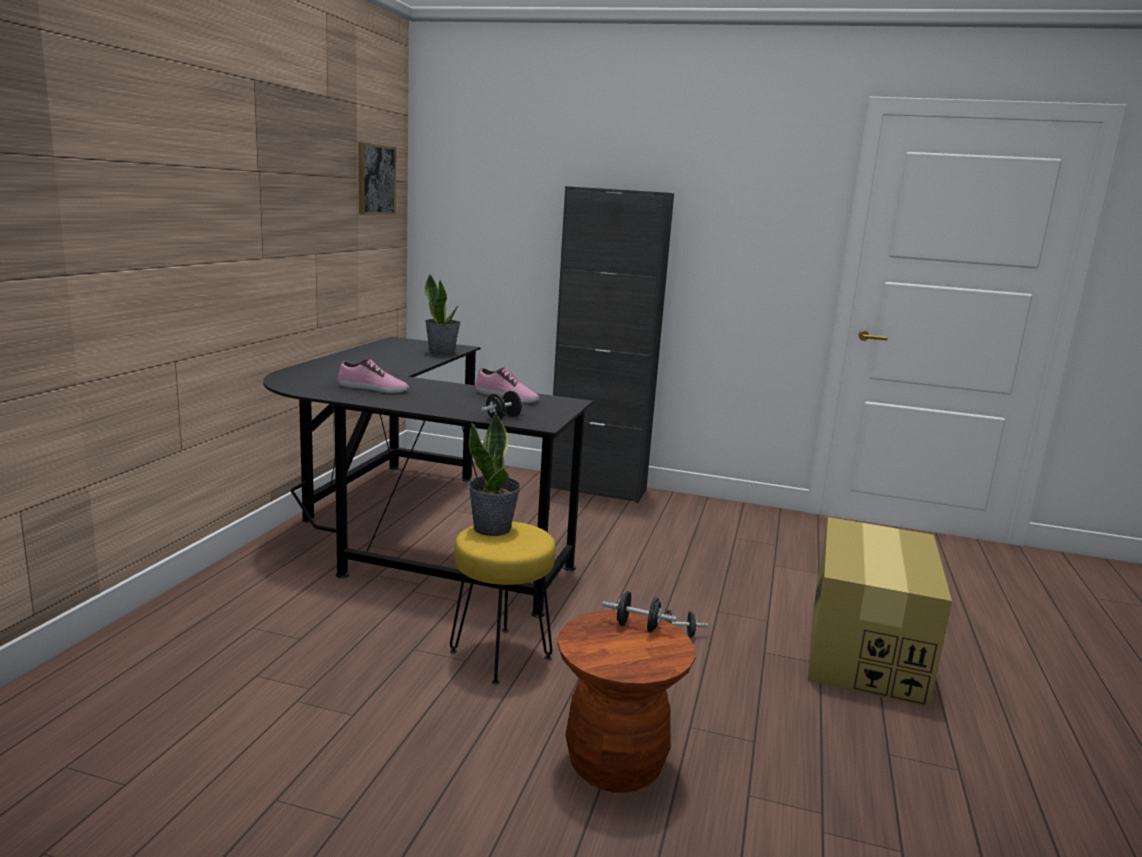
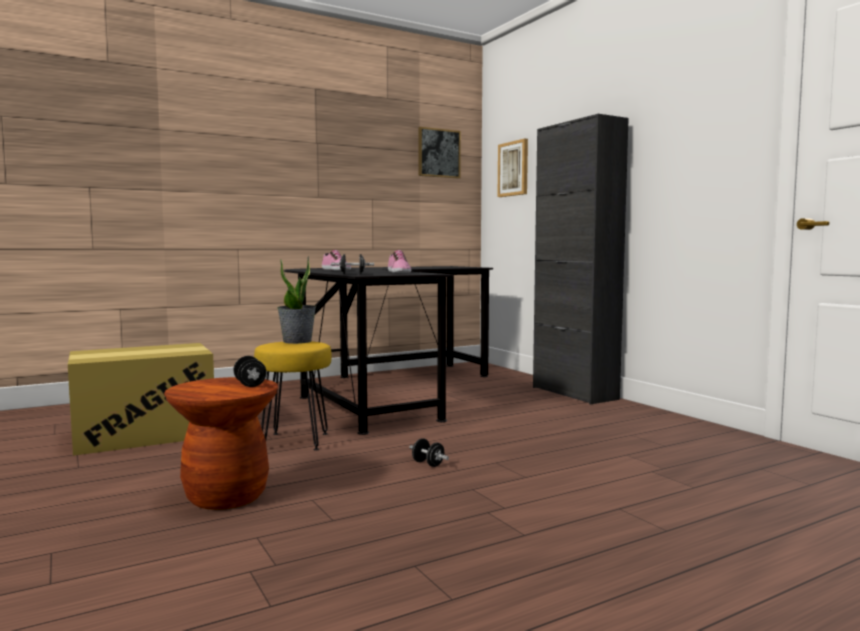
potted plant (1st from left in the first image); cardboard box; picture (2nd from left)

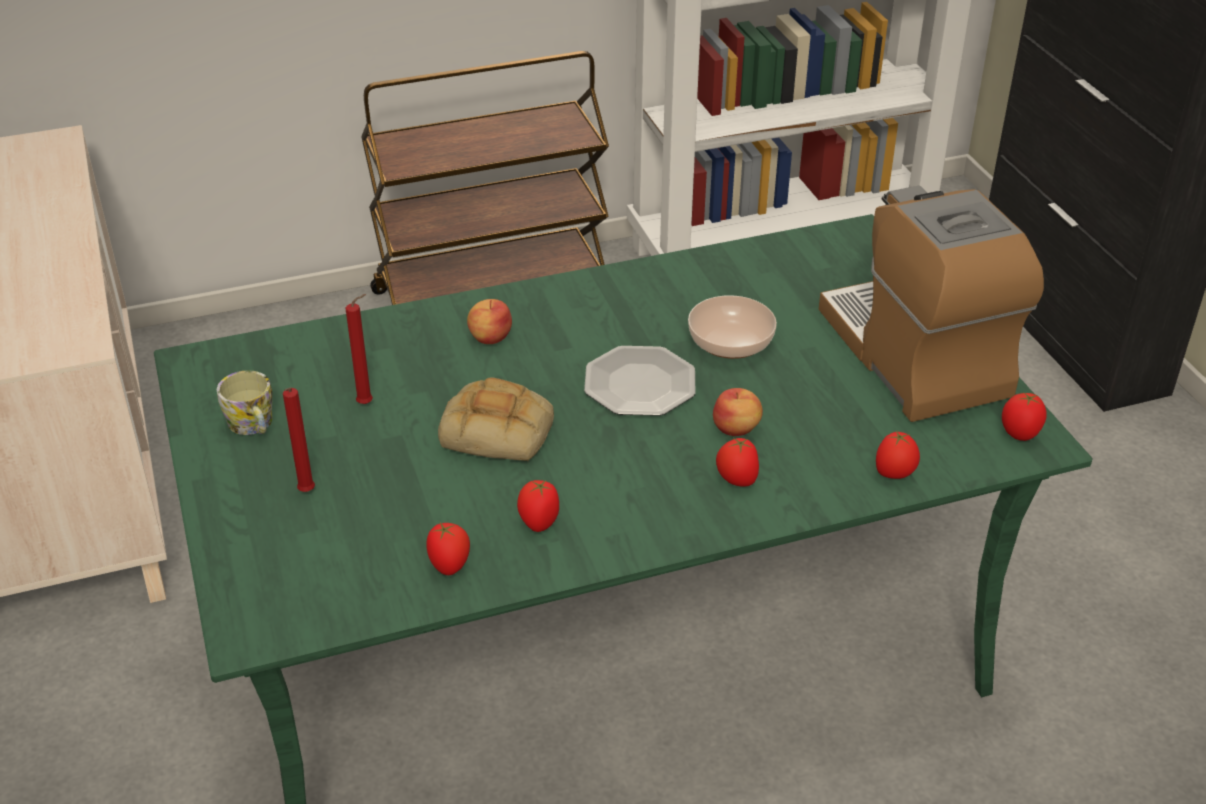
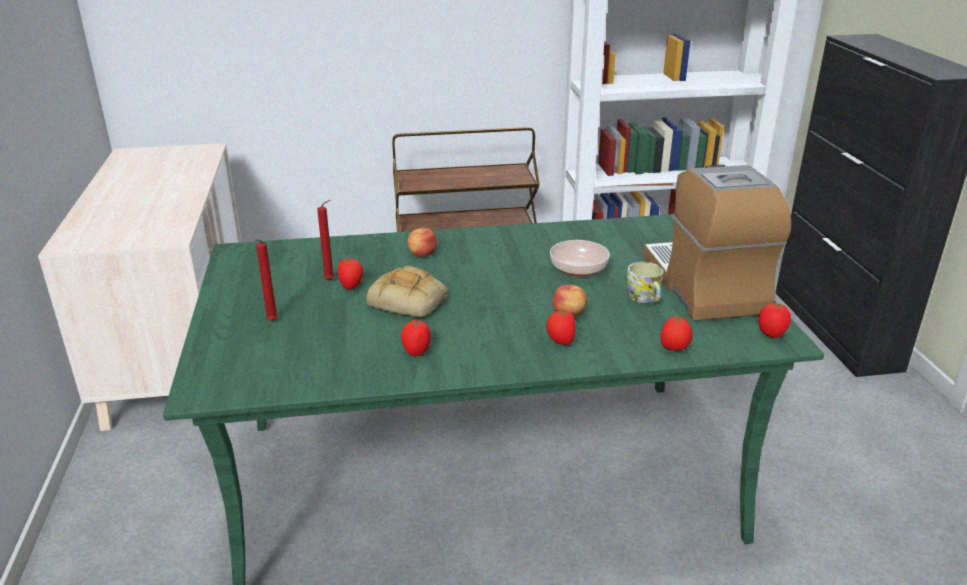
plate; mug; tomato (1st from left)

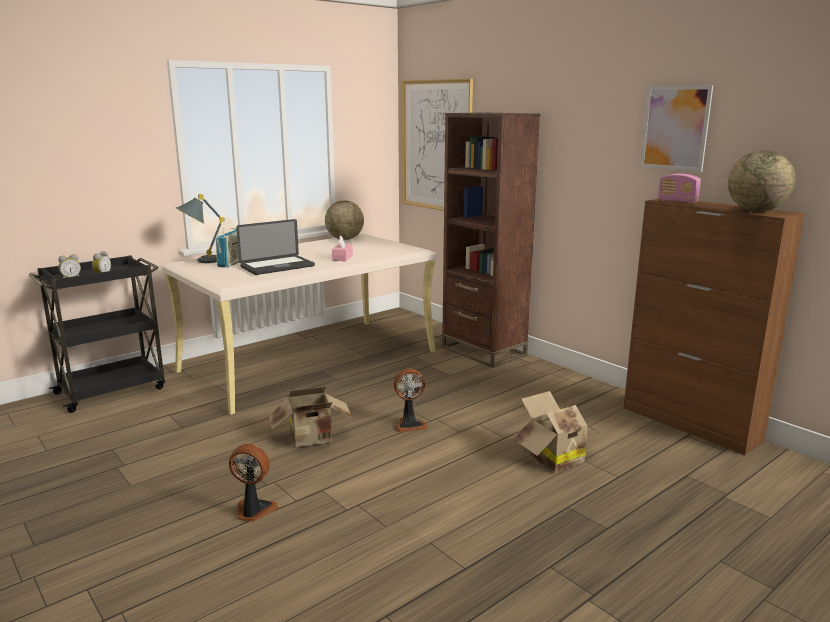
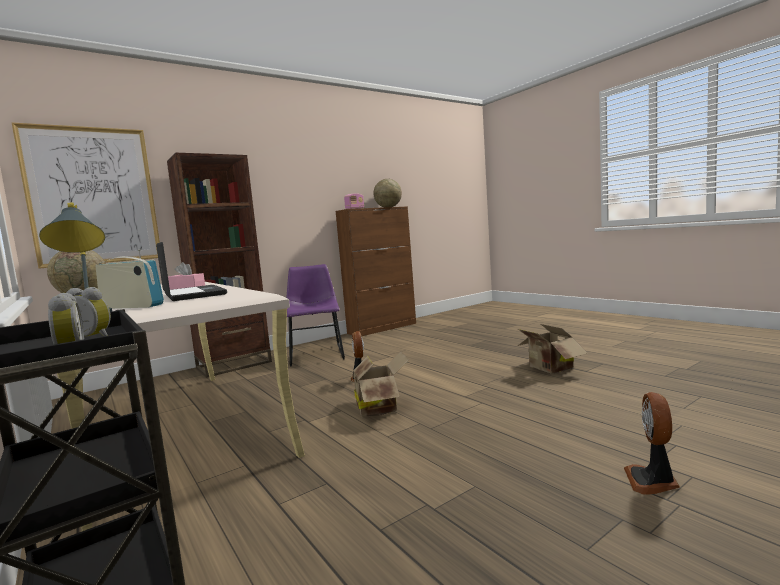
picture (2nd from left in the first image); cardboard box (2nd from left); fan (2nd from left); chair (purple)

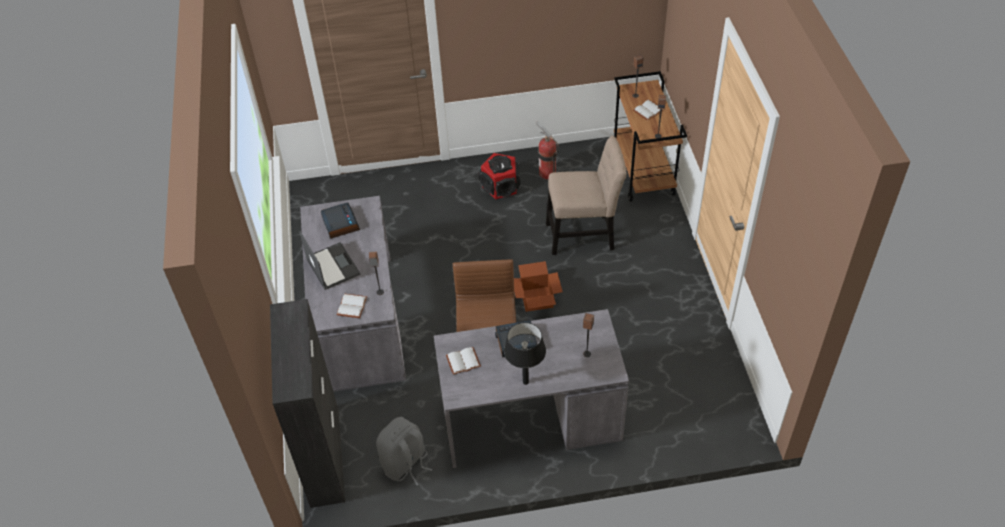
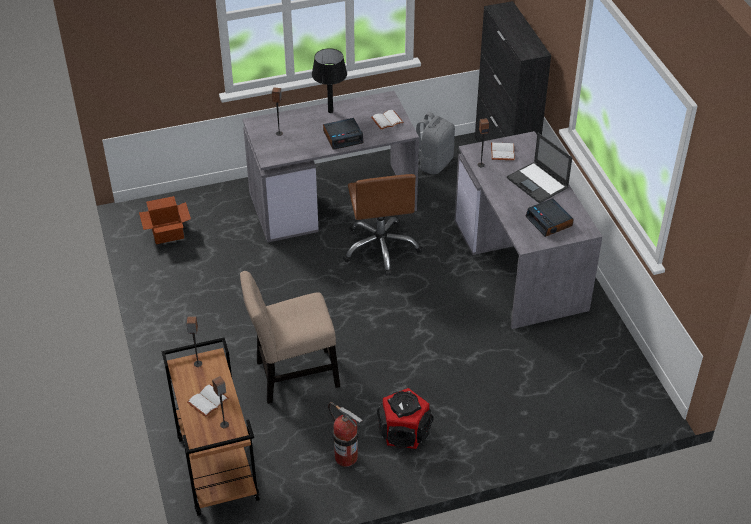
cardboard box

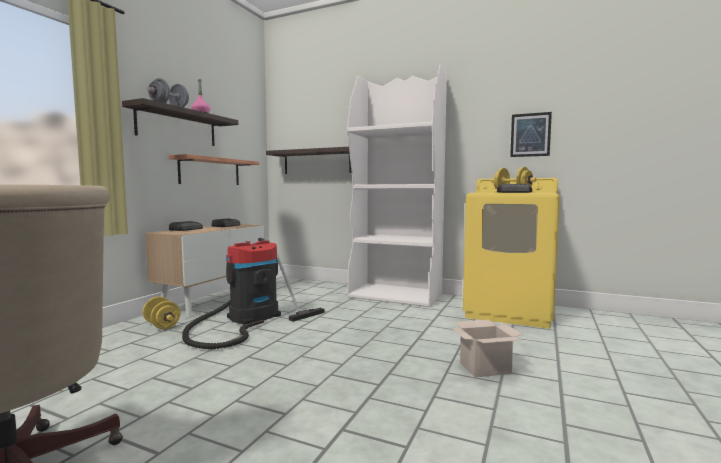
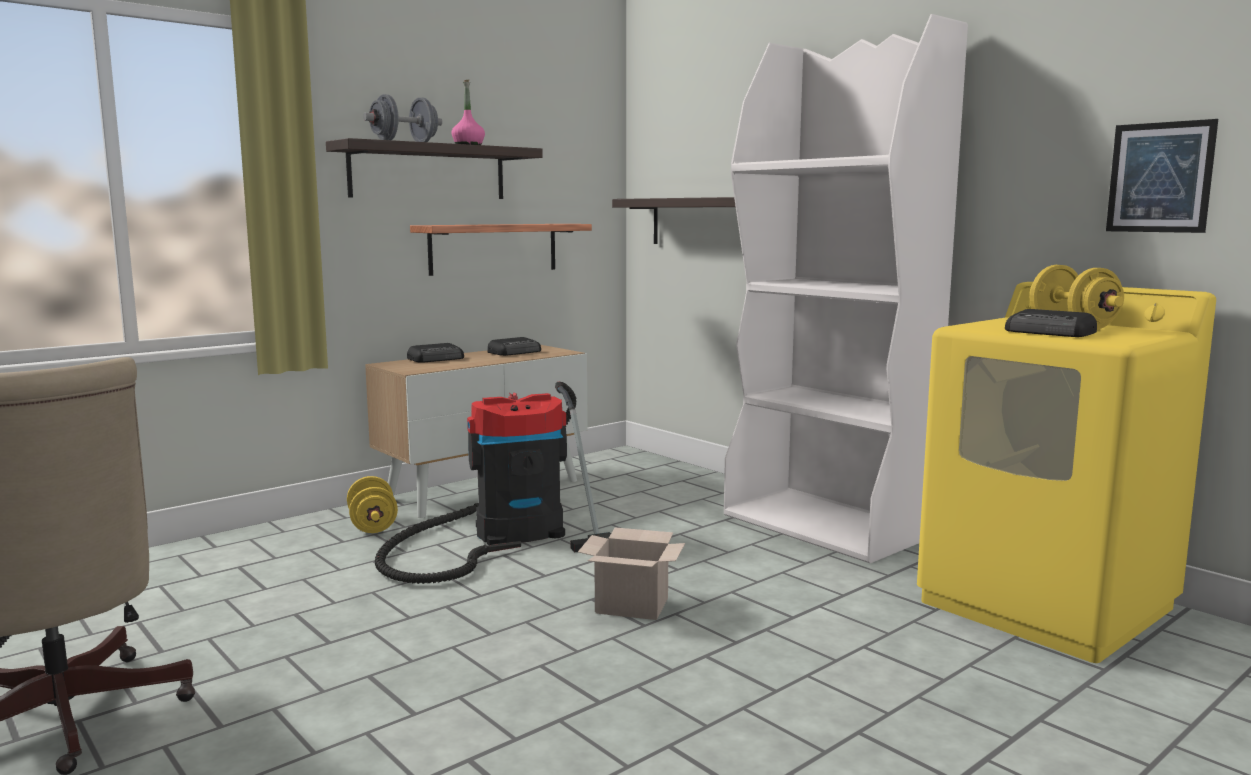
cardboard box

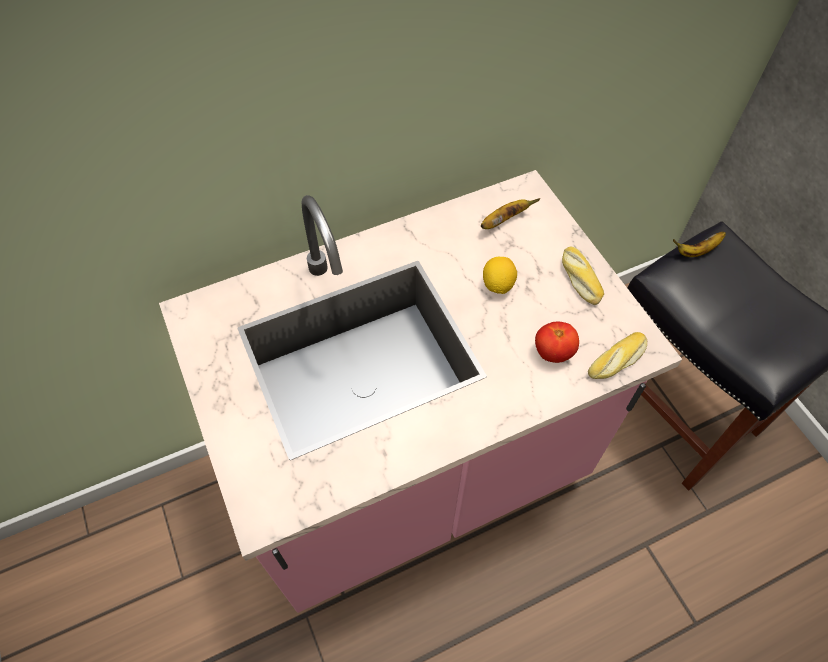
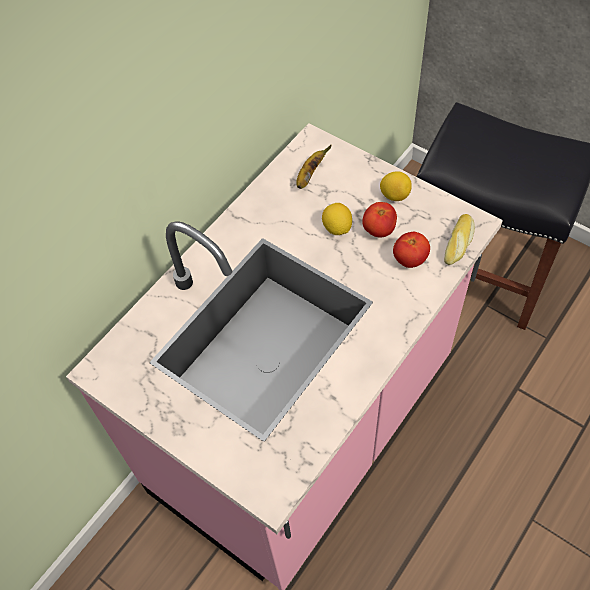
banana (2nd from left in the first image); lemon (2nd from left); tomato (1st from left)

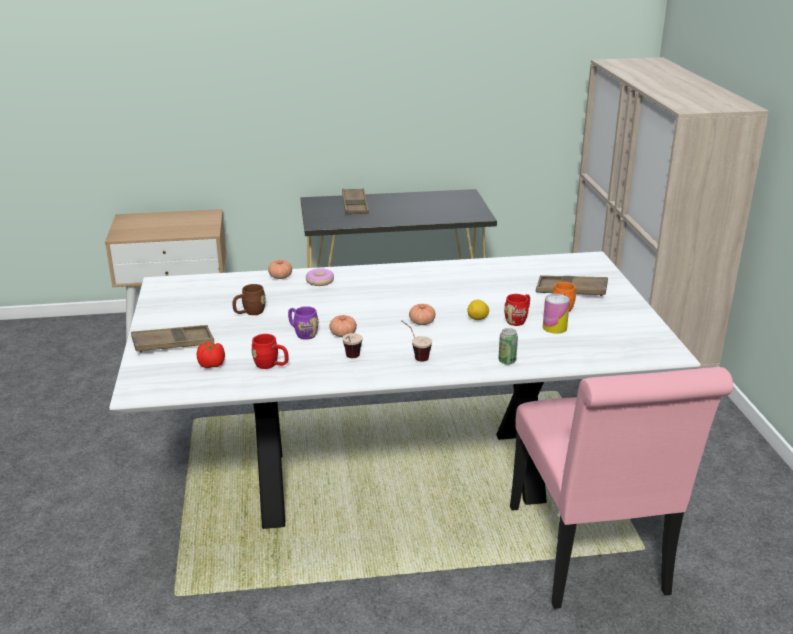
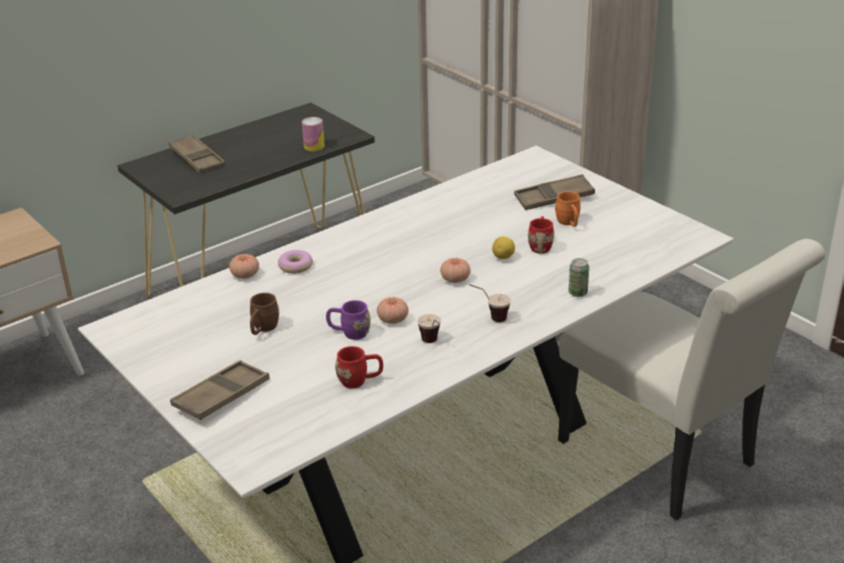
can (1st from left); tomato (1st from left in the first image); chair (white)

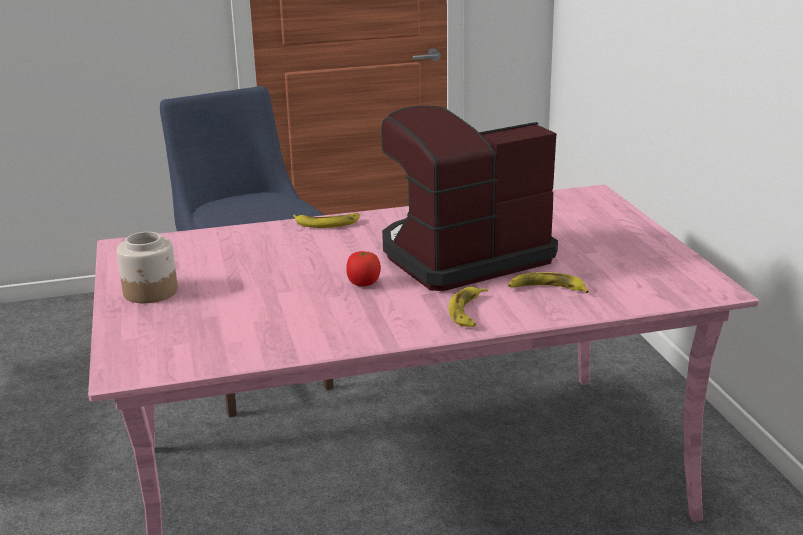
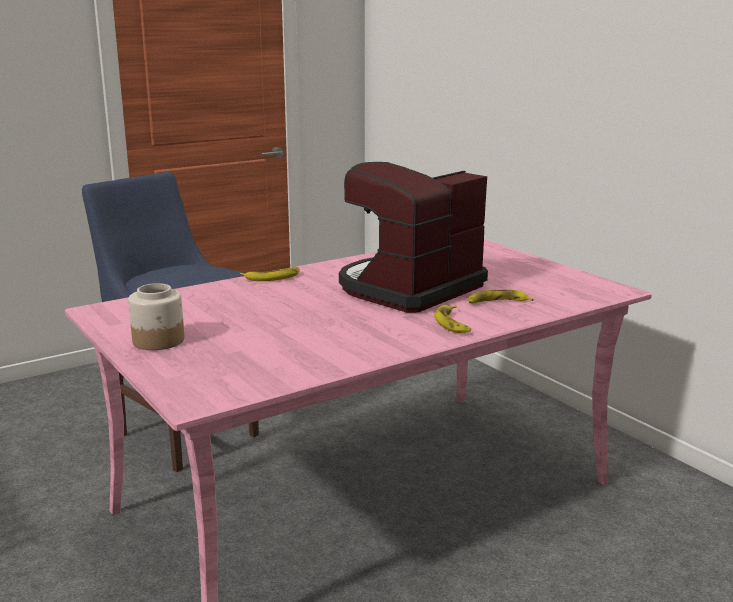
tomato

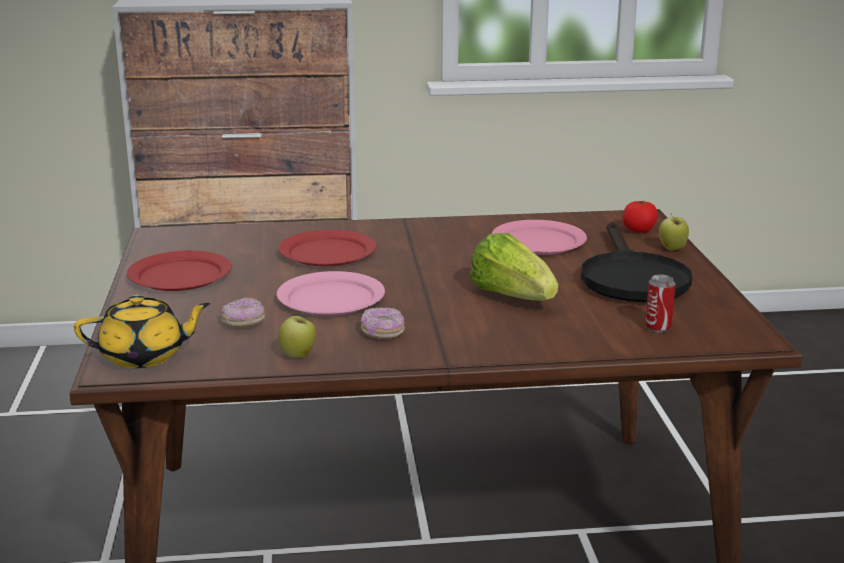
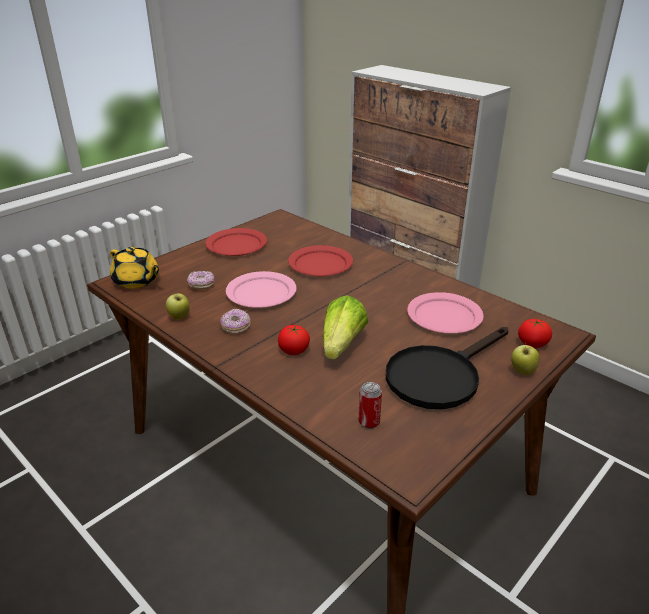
tomato (1st from left)

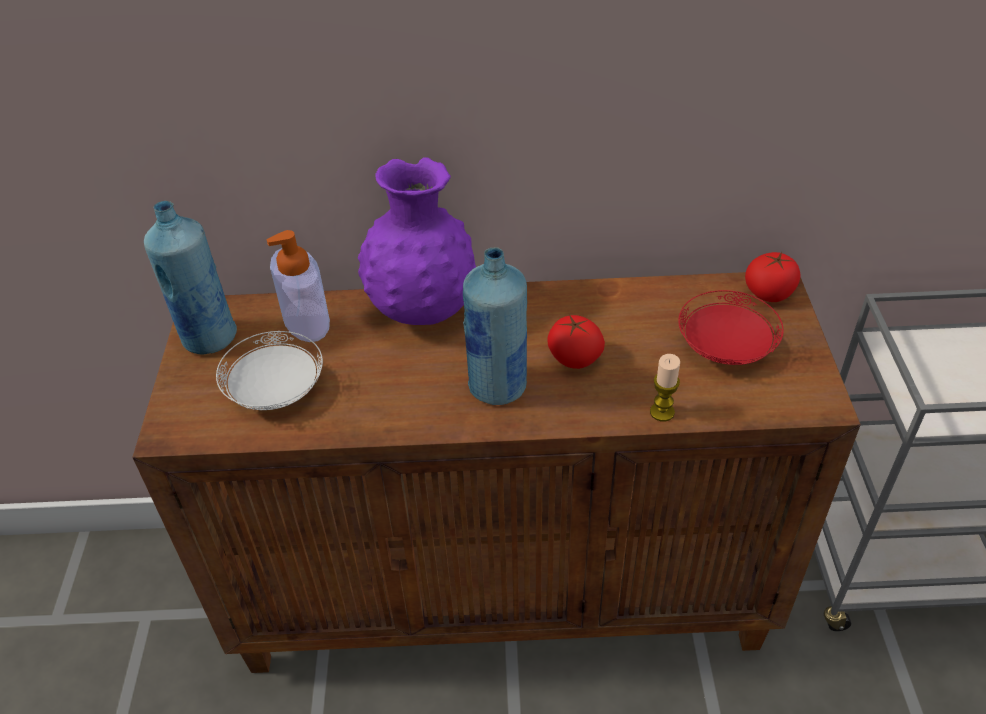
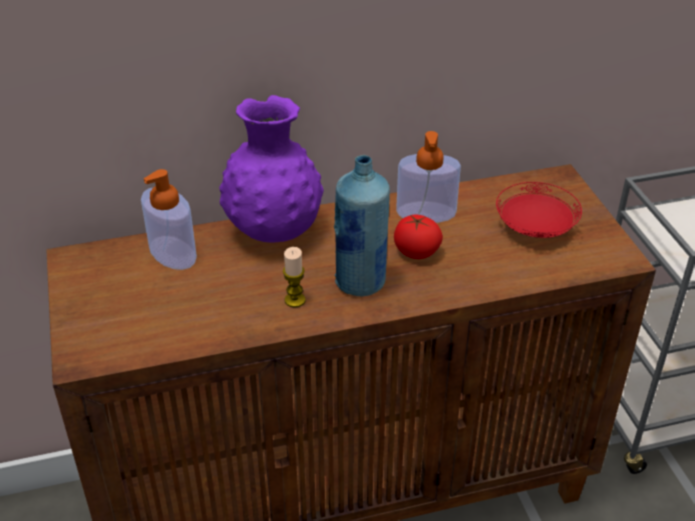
bottle (blue) (1st from left in the first image); tomato (2nd from left in the first image); plate (white); candle; soap dispenser (2nd from left)

